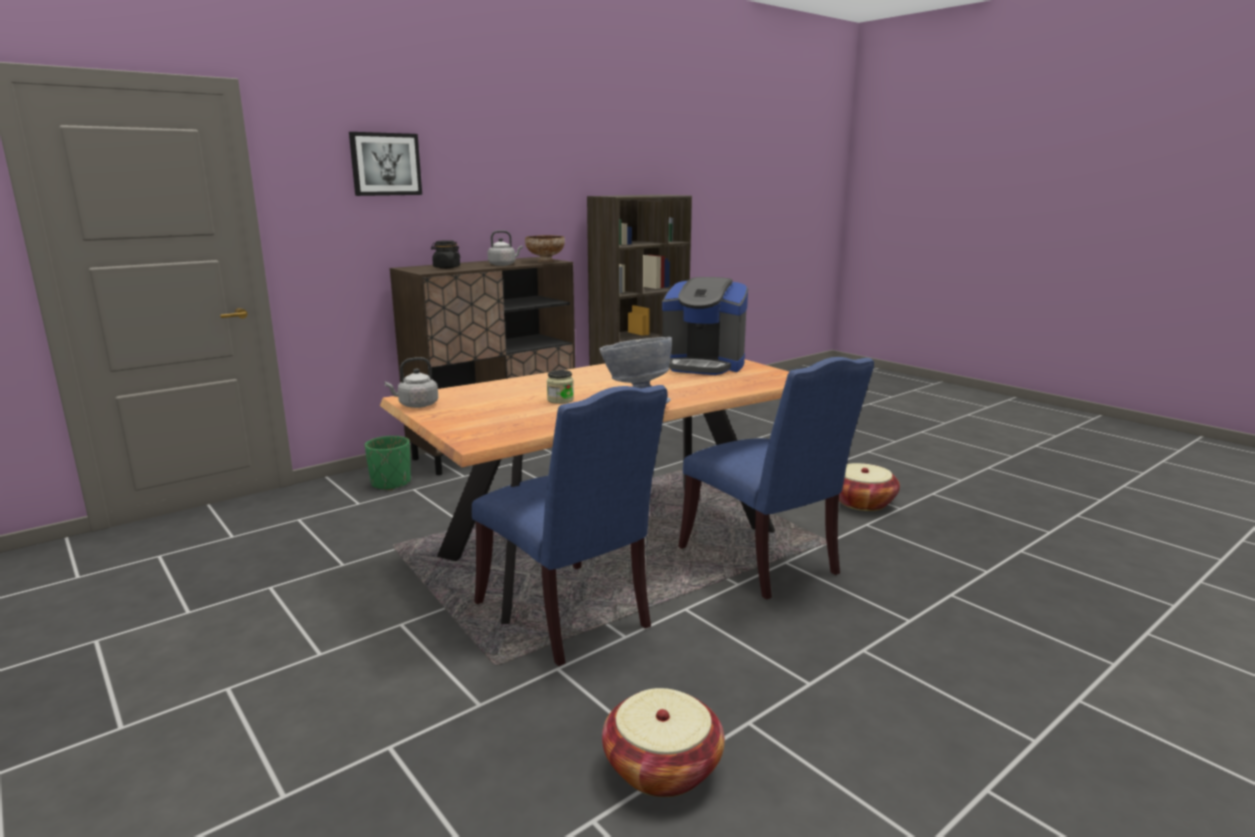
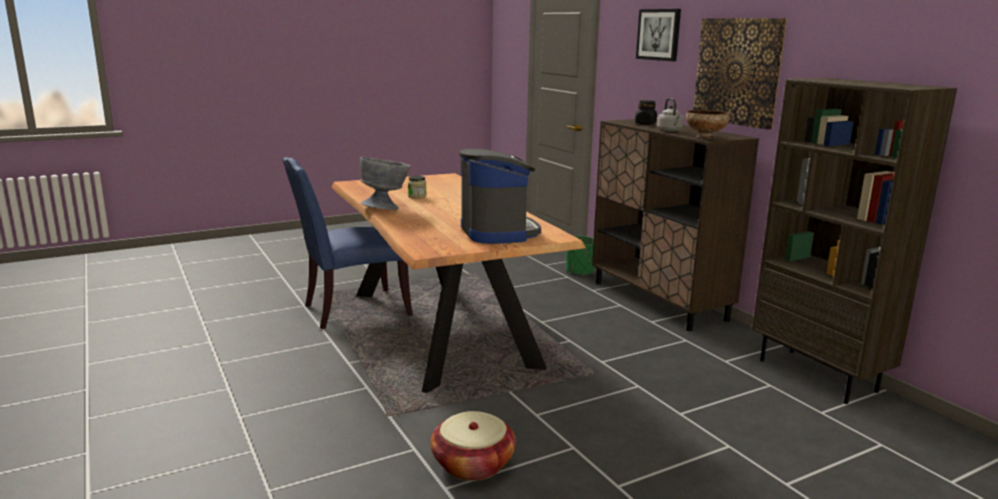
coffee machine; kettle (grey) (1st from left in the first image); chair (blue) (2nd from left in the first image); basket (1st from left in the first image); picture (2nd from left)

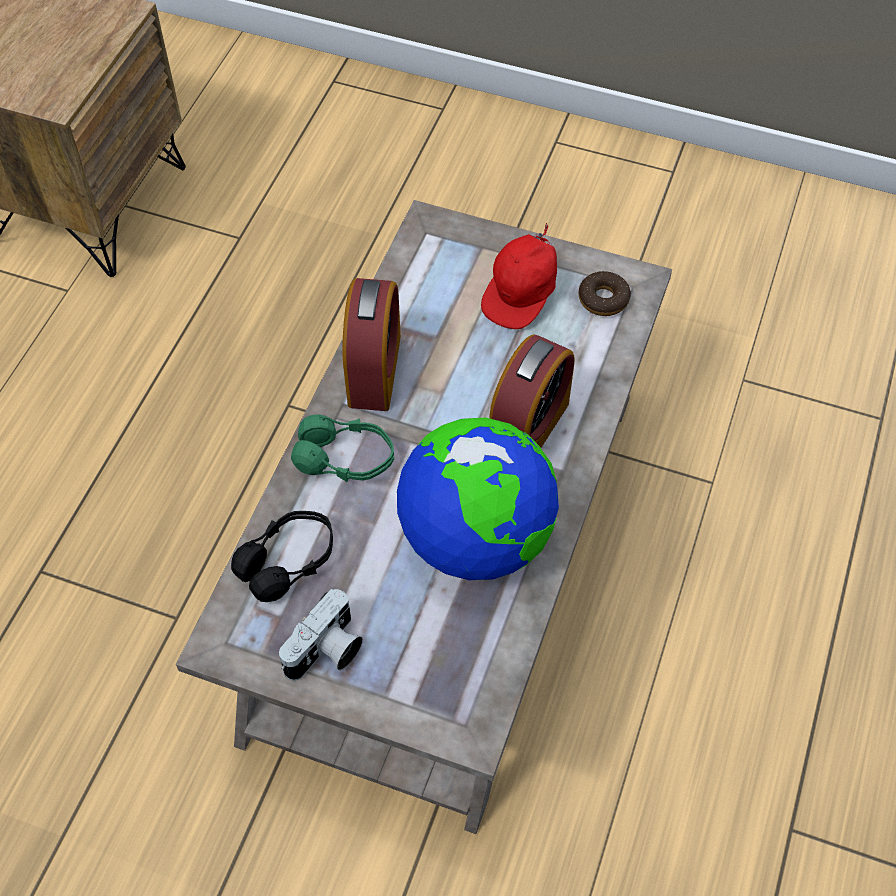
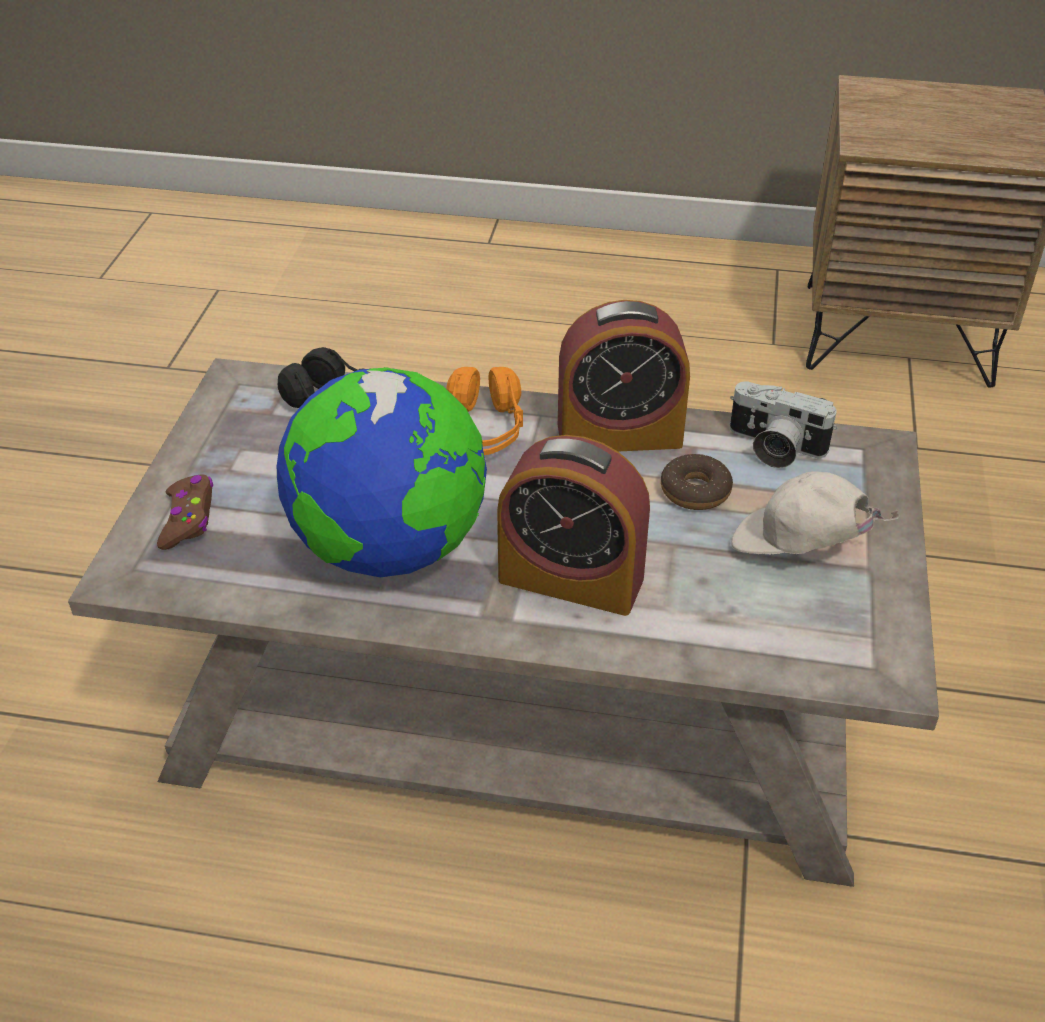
cap (white); donut; headphones (orange); photo camera; game controller (brown)

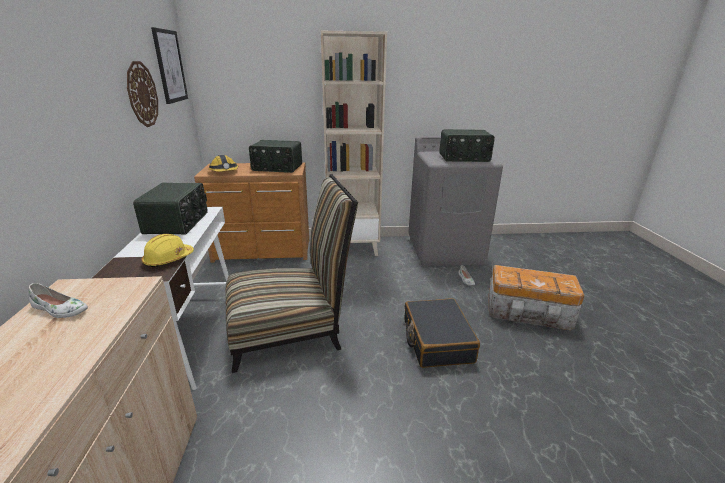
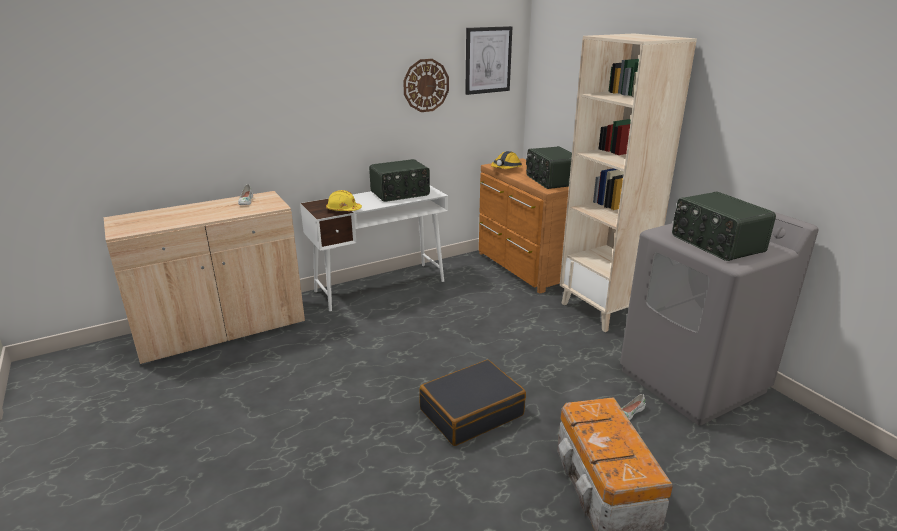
chair

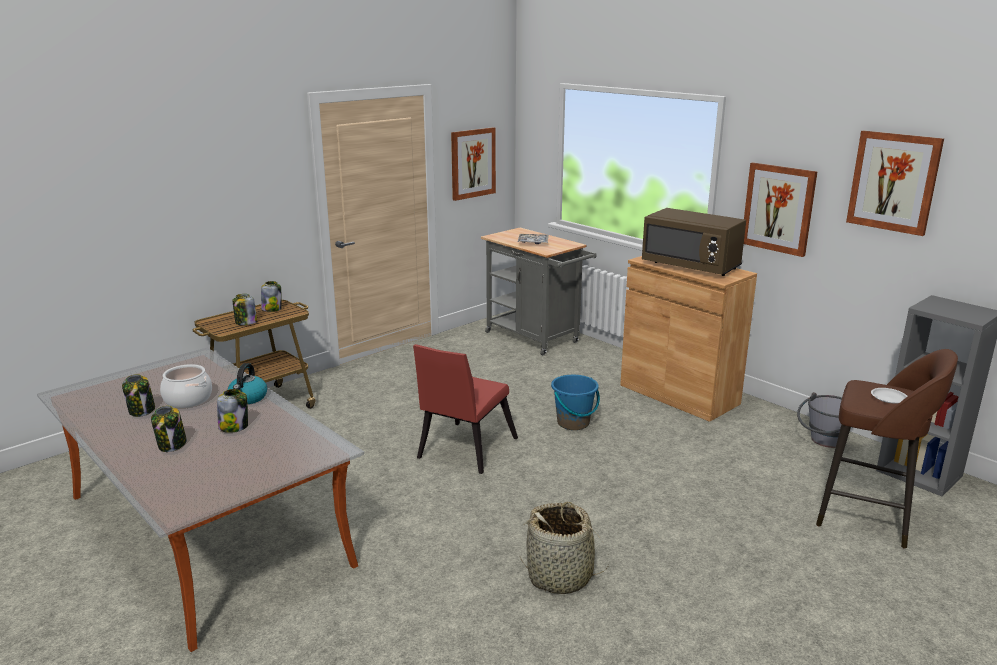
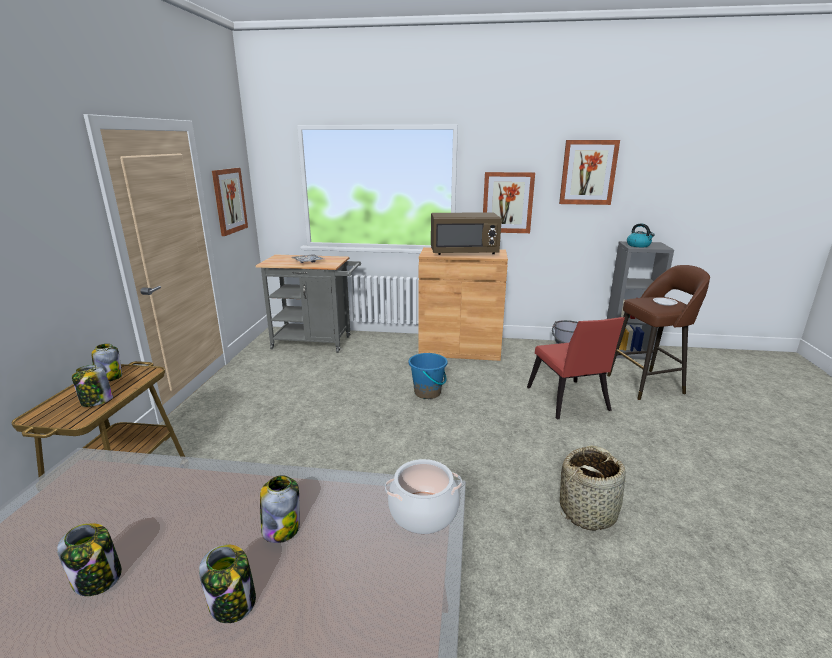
chair (red); kettle; cooking pot

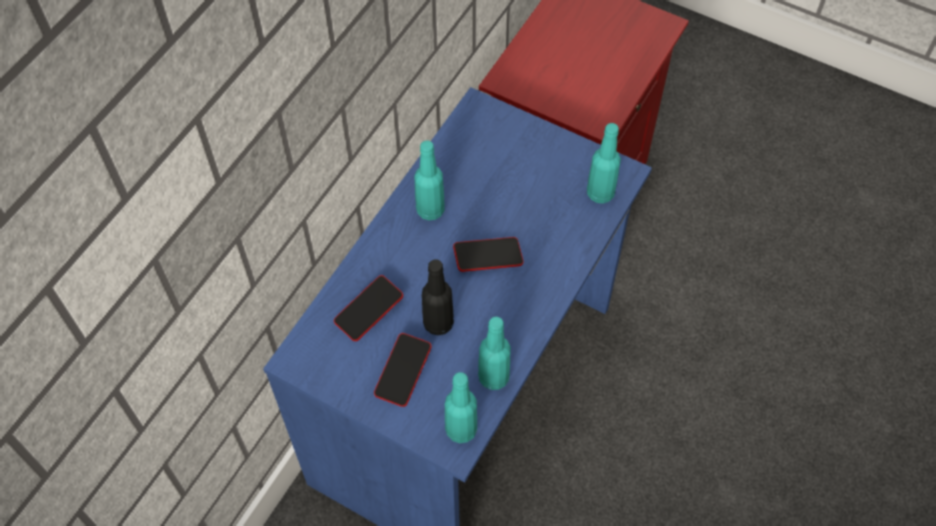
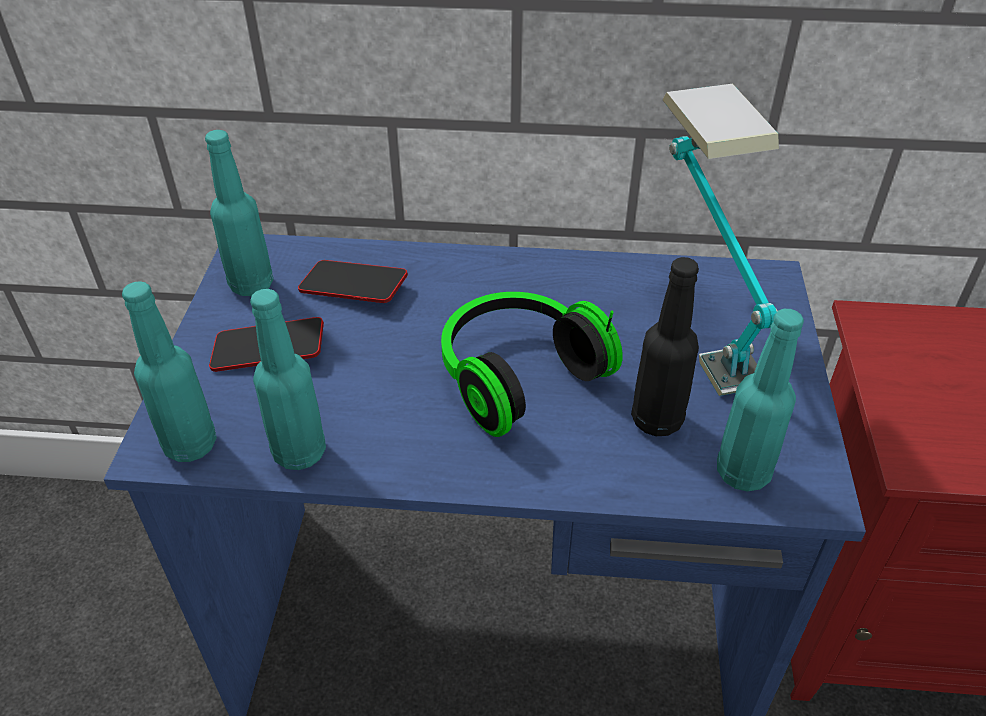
bottle (turquoise) (2nd from left); headphones; bottle (black); table lamp

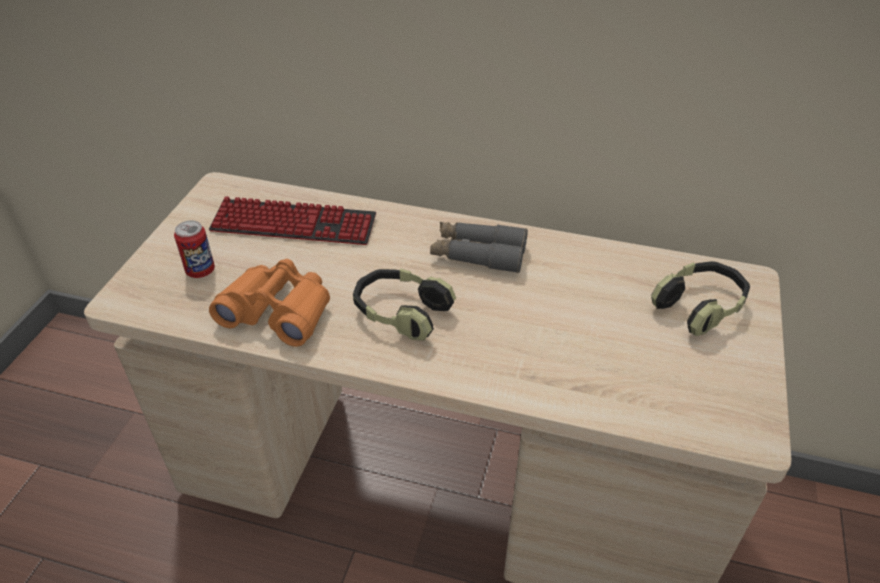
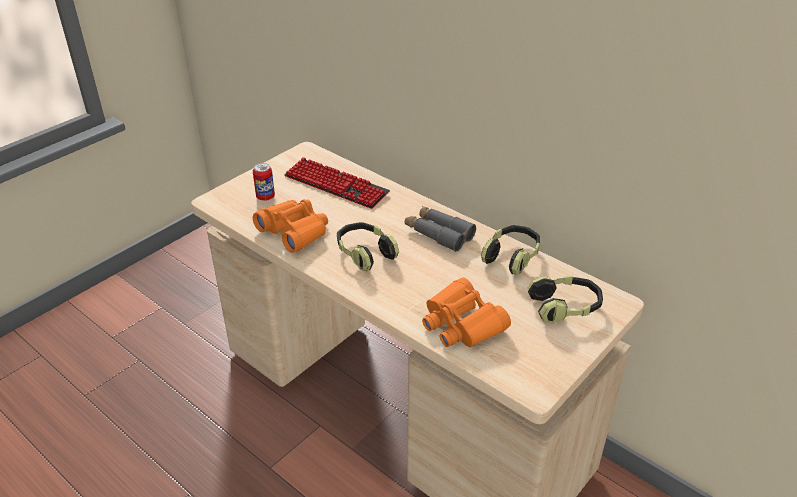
headphones (2nd from left); binoculars (orange) (2nd from left)

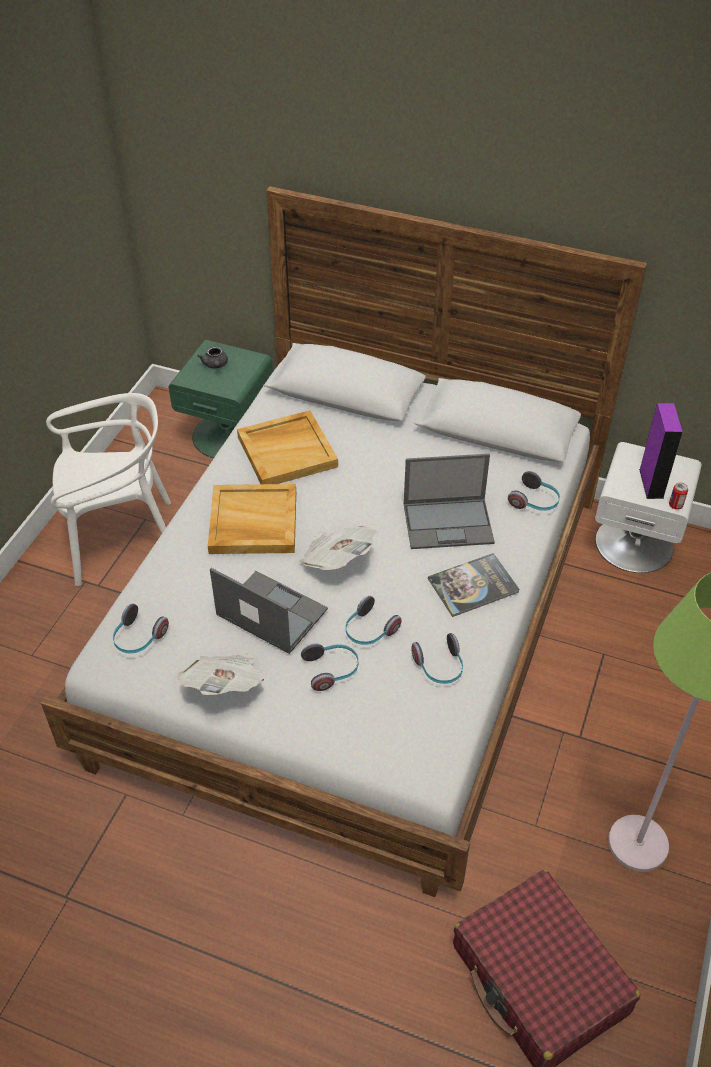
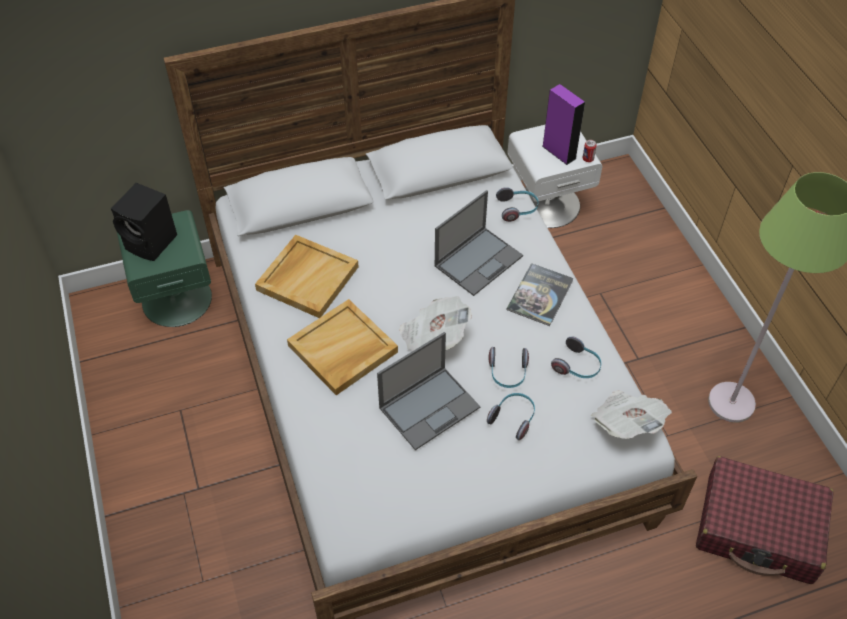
speaker (black); chair (white); laptop (1st from left); headphones (1st from left in the first image); newspaper (2nd from left)

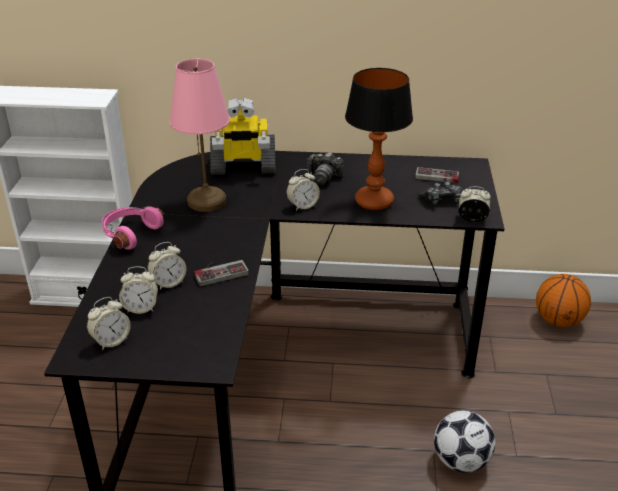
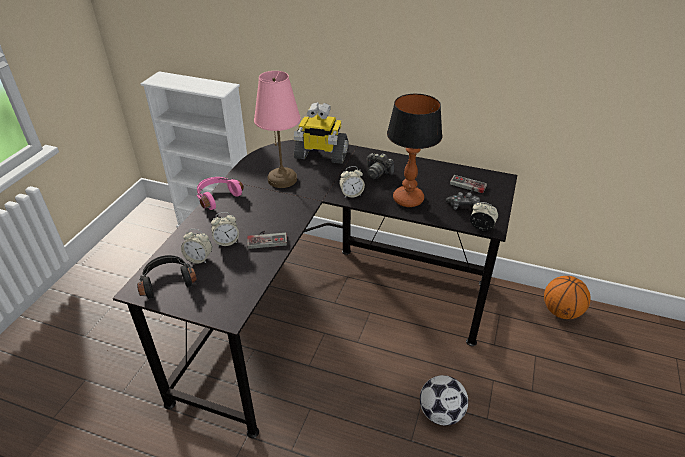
headphones (black)

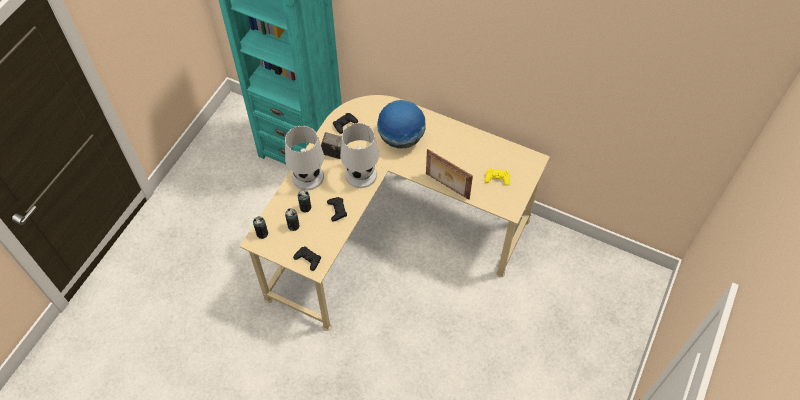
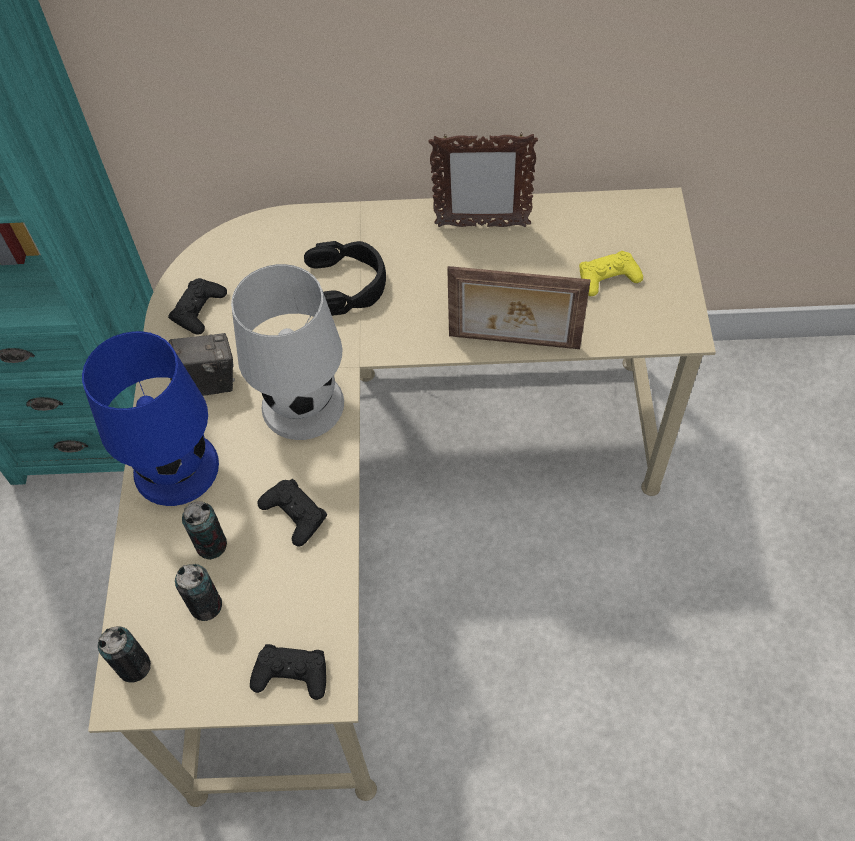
headphones (black); table lamp (blue); picture frame (1st from left)

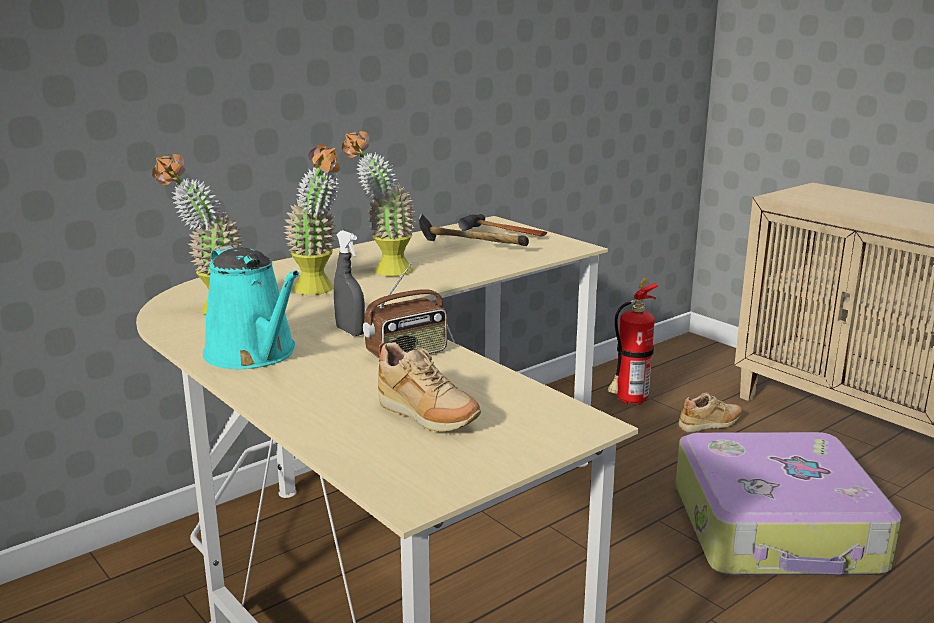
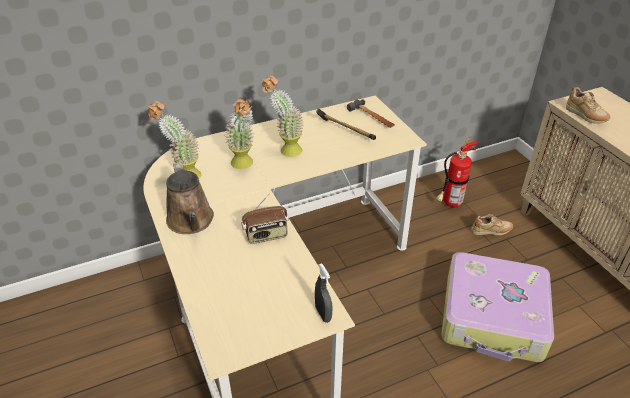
spray bottle (grey); watering can (brown); shoe (beige) (2nd from left)

